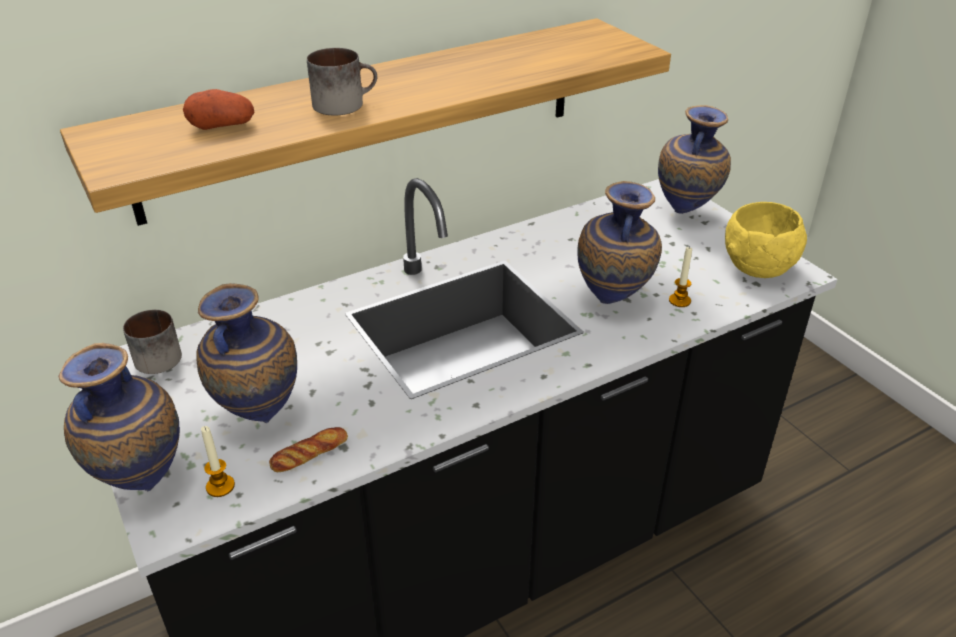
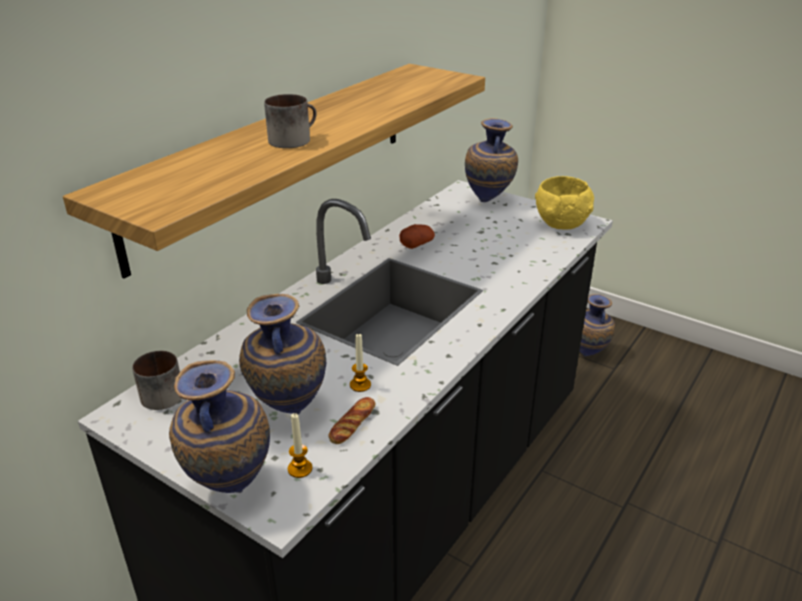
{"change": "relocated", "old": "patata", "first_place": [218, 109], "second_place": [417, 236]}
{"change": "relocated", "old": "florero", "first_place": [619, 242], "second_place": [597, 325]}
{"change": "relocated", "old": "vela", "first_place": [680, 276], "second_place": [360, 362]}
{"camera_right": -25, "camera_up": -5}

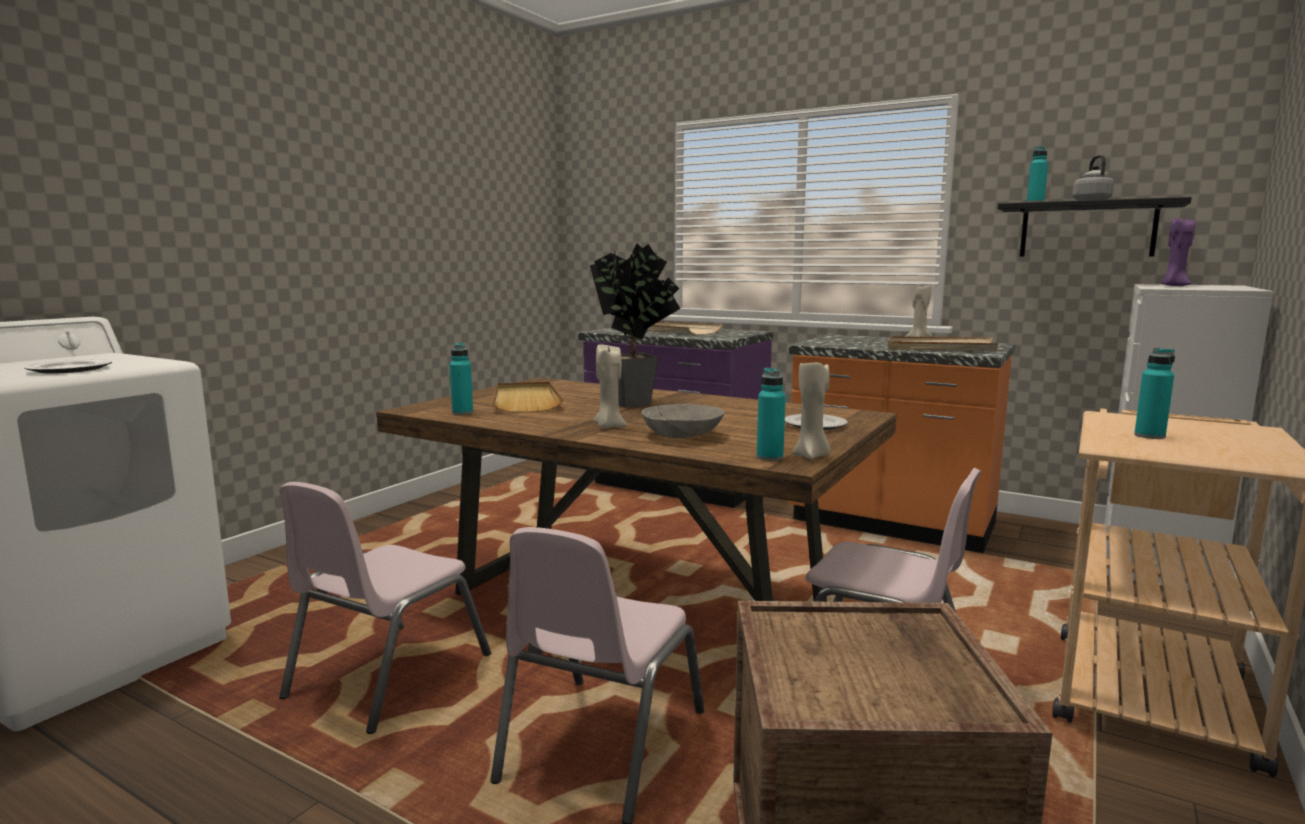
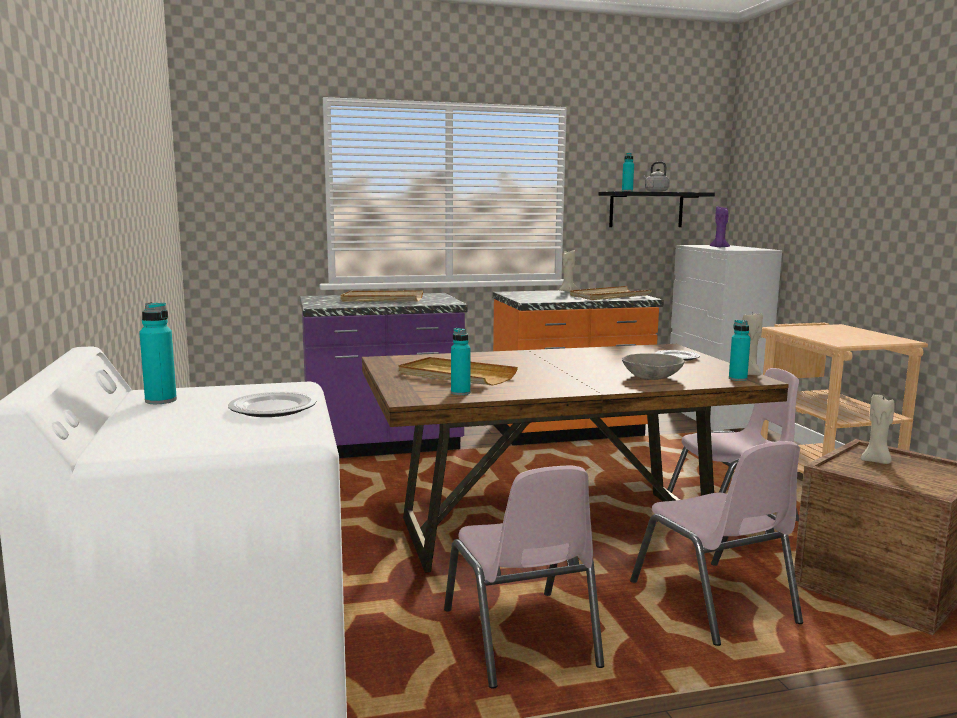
{"change": "missing", "old": "planta en maceta", "first_place": [635, 325]}
{"change": "relocated", "old": "vela [beis]", "first_place": [610, 386], "second_place": [877, 429]}
{"change": "relocated", "old": "botella [turquesa]", "first_place": [1154, 393], "second_place": [158, 353]}
{"camera_right": -45, "camera_up": 0}

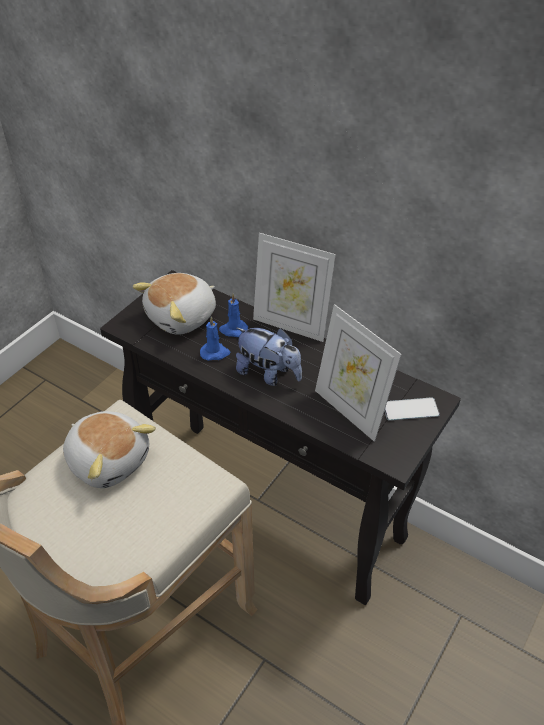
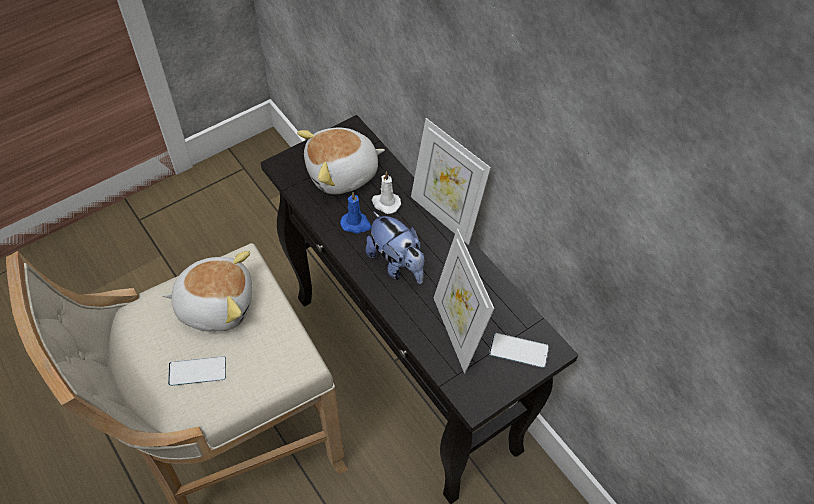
{"change": "colour", "old": "vela [azul]", "new": "vela [blanco]", "first_place": [233, 315], "second_place": [386, 192]}
{"change": "spun", "old": "peluche", "first_place": [109, 449], "second_place": [207, 291], "degrees": -60}
{"change": "appeared", "new": "móvil", "second_place": [197, 371]}
{"camera_right": 20, "camera_up": 10}

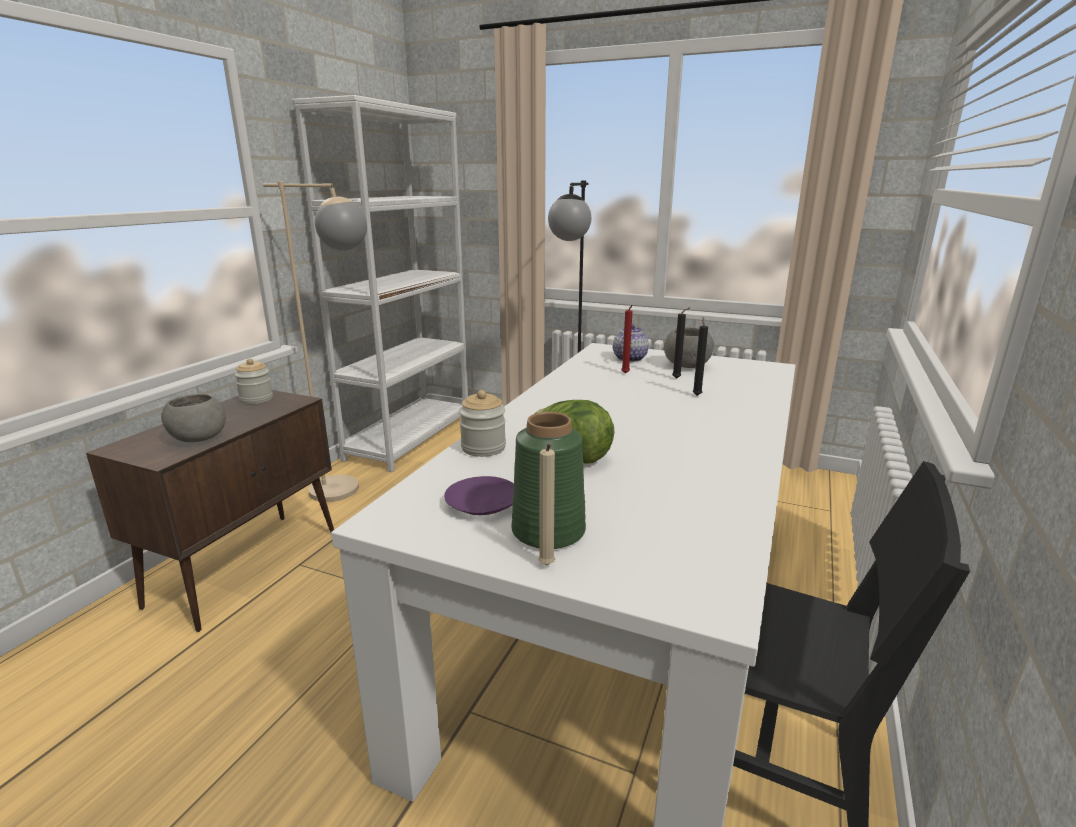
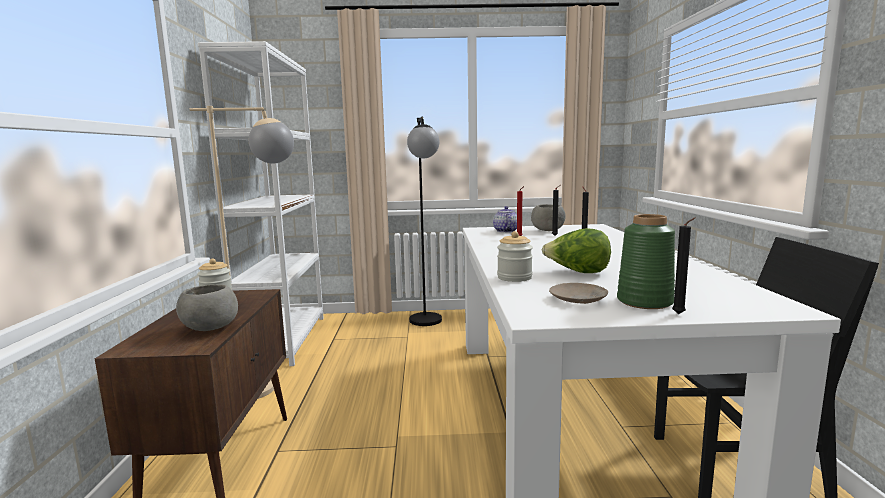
{"change": "colour", "old": "vela [beis]", "new": "vela [negro]", "first_place": [546, 504], "second_place": [684, 265]}
{"change": "colour", "old": "plato [morado]", "new": "plato [beis]", "first_place": [479, 495], "second_place": [578, 293]}
{"camera_right": -25, "camera_up": -10}

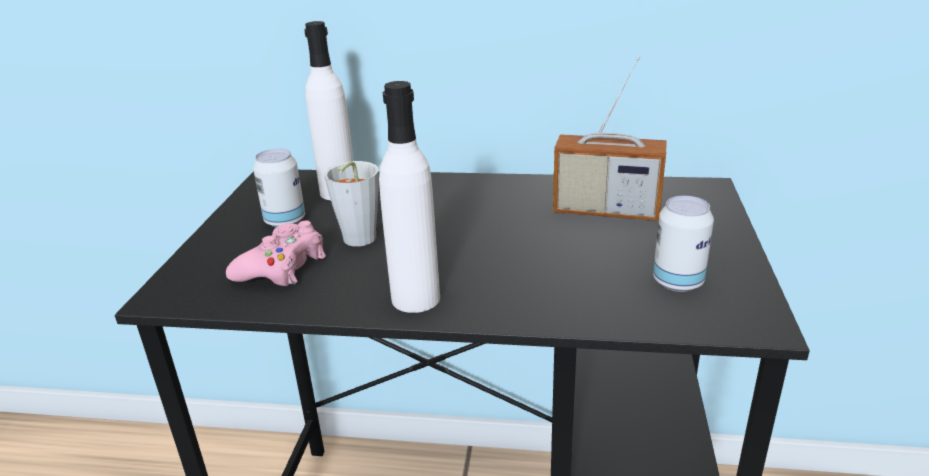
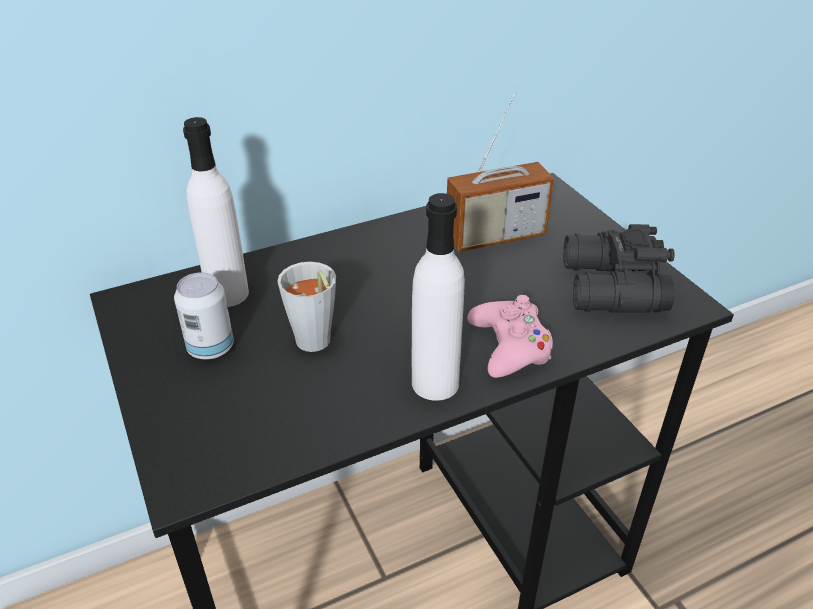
{"change": "exchanged", "old": "lata", "new": "prismáticos [negro]", "first_place": [683, 244], "second_place": [619, 268]}
{"change": "relocated", "old": "mando de consola [rosa]", "first_place": [276, 253], "second_place": [510, 336]}
{"camera_right": -35, "camera_up": 10}

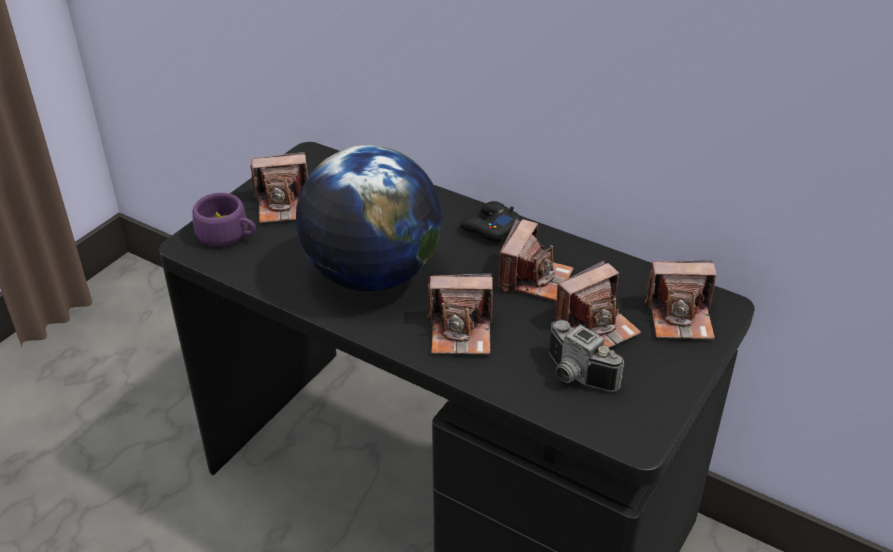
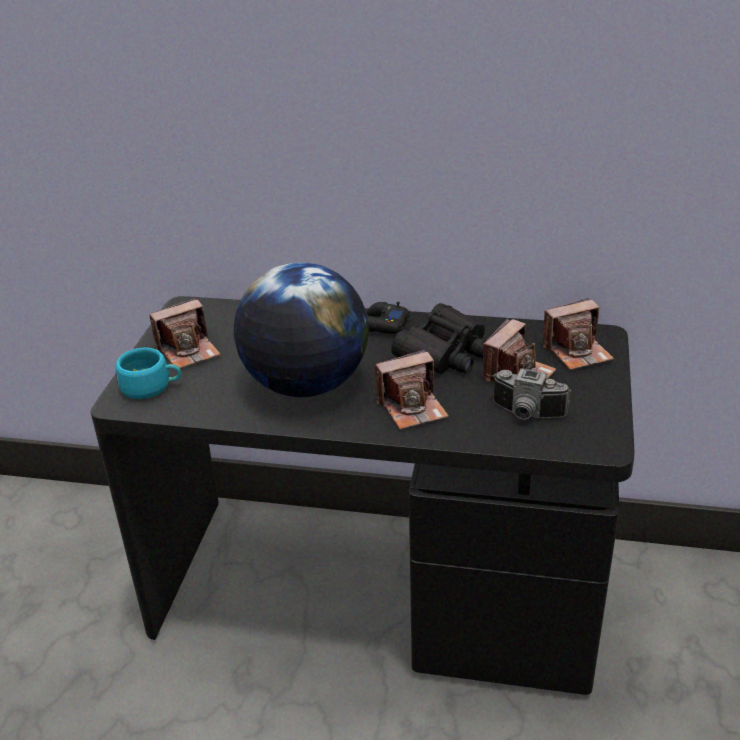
{"change": "colour", "old": "taza [morado]", "new": "taza [turquesa]", "first_place": [224, 220], "second_place": [148, 373]}
{"change": "exchanged", "old": "cámara", "new": "prismáticos [negro]", "first_place": [536, 260], "second_place": [438, 338]}
{"camera_right": -20, "camera_up": -5}

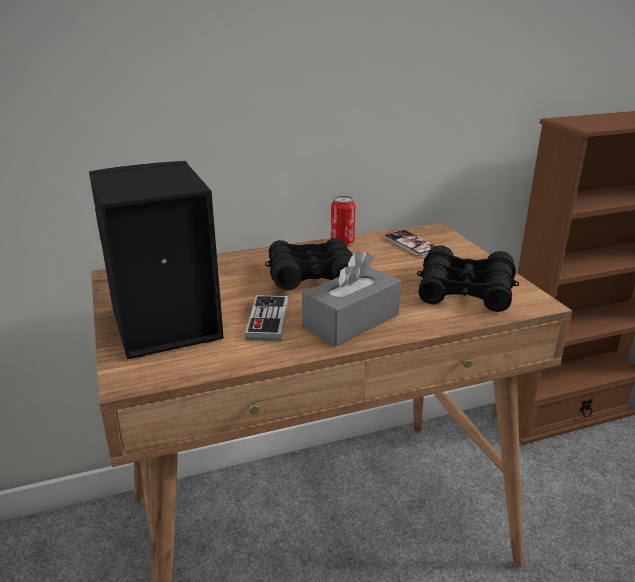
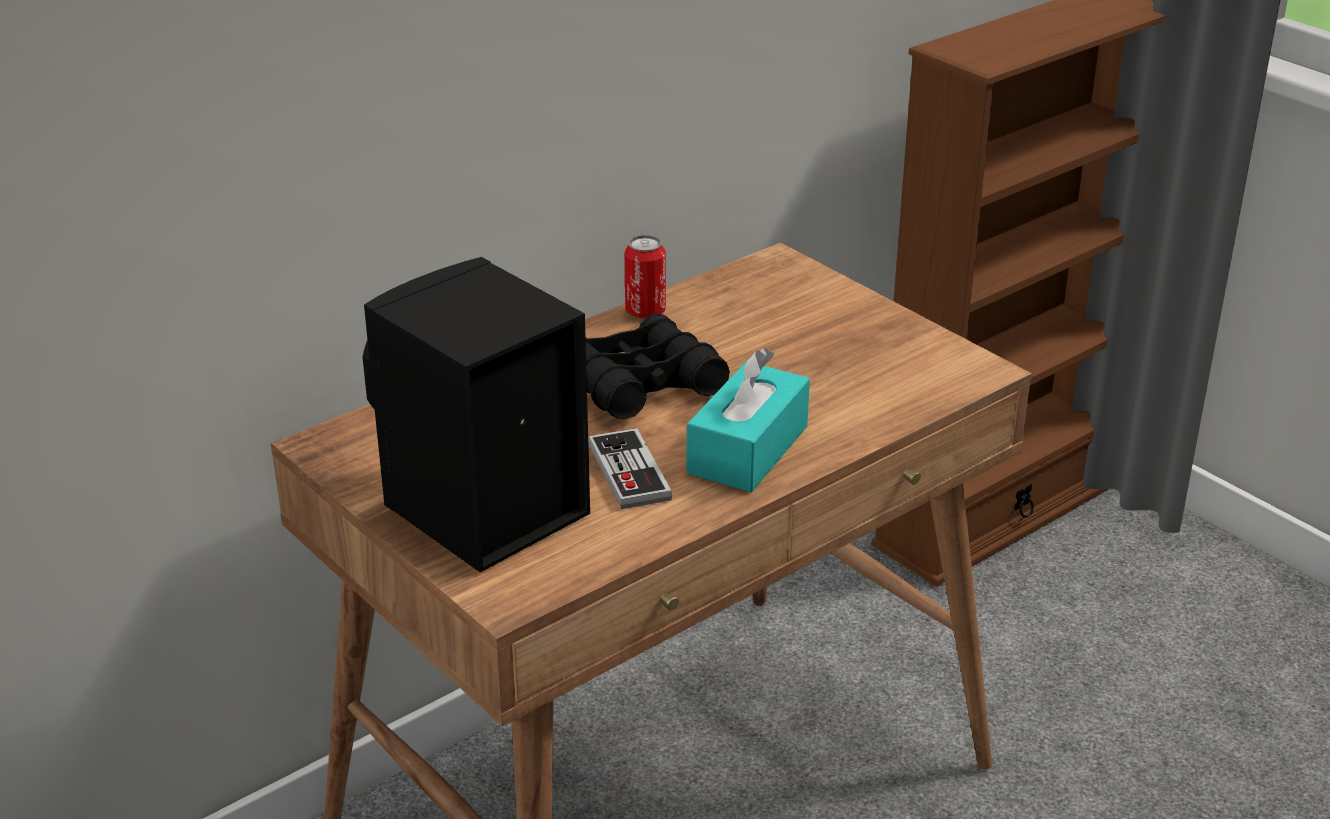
{"change": "missing", "old": "móvil", "first_place": [410, 242]}
{"change": "missing", "old": "prismáticos [negro]", "first_place": [467, 278]}
{"change": "colour", "old": "caja de pañuelos [gris]", "new": "caja de pañuelos [turquesa]", "first_place": [351, 298], "second_place": [748, 420]}
{"camera_right": -20, "camera_up": 5}

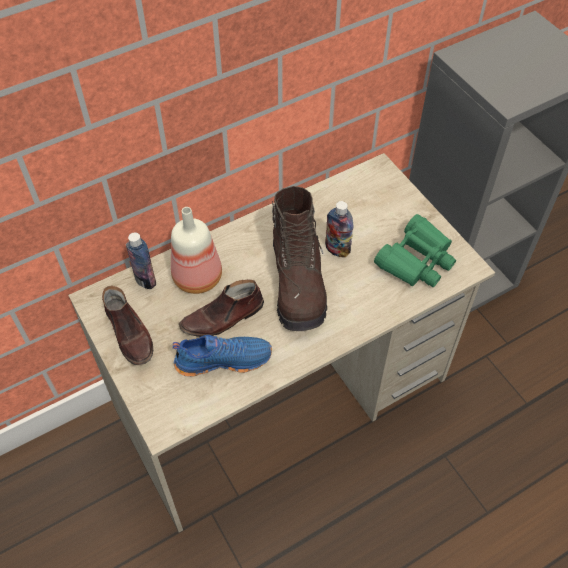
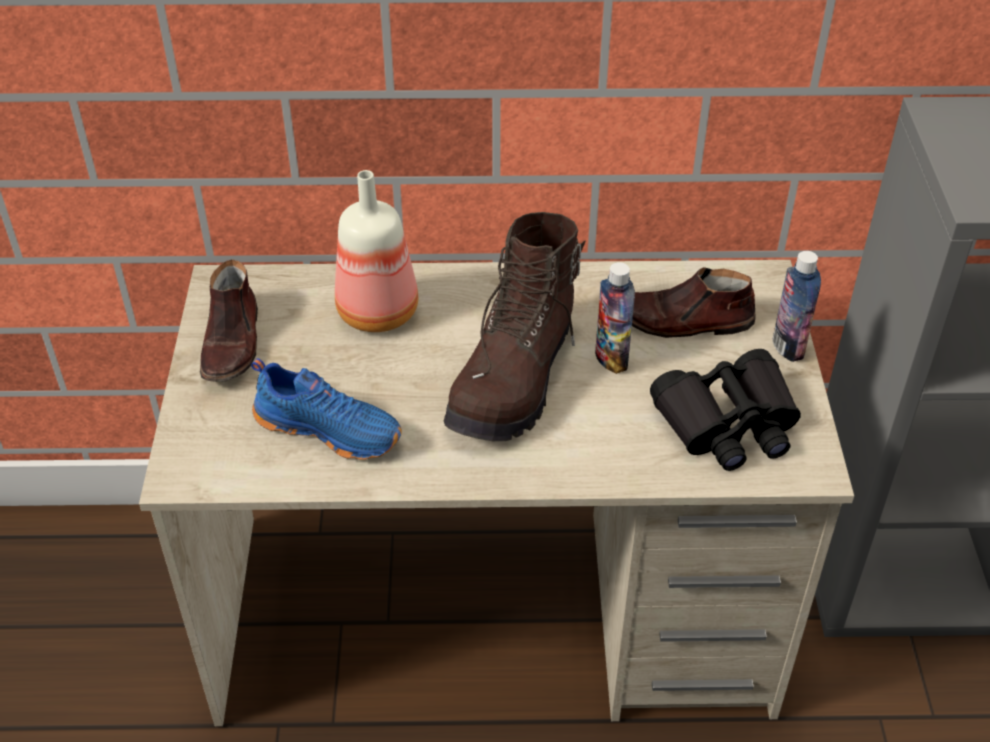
{"change": "colour", "old": "prismáticos [verde]", "new": "prismáticos [negro]", "first_place": [415, 250], "second_place": [725, 410]}
{"change": "relocated", "old": "botella", "first_place": [141, 260], "second_place": [797, 306]}
{"change": "relocated", "old": "zapato [marrón]", "first_place": [221, 308], "second_place": [694, 302]}
{"camera_right": 30, "camera_up": -10}

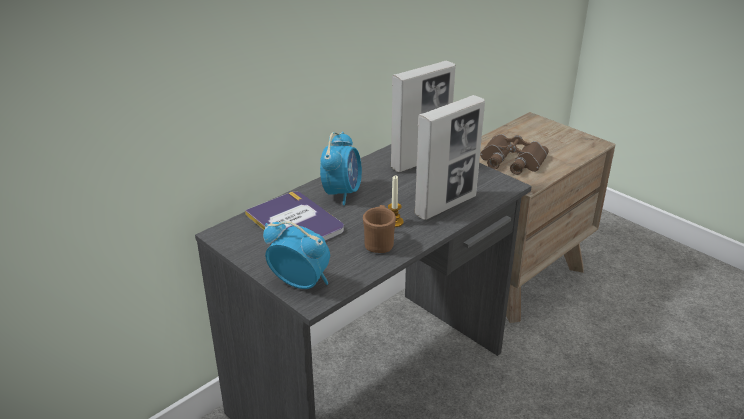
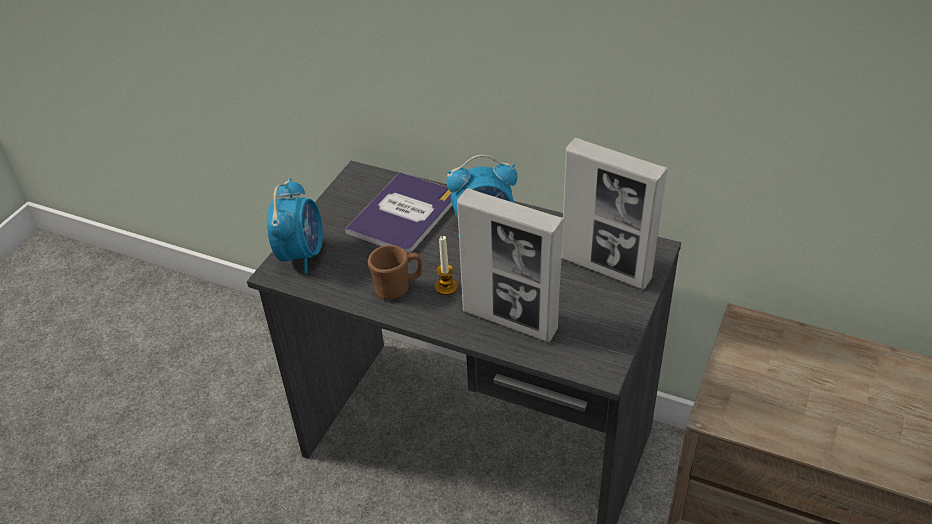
{"change": "missing", "old": "prismáticos [marrón]", "first_place": [514, 154]}
{"camera_right": 70, "camera_up": 10}

